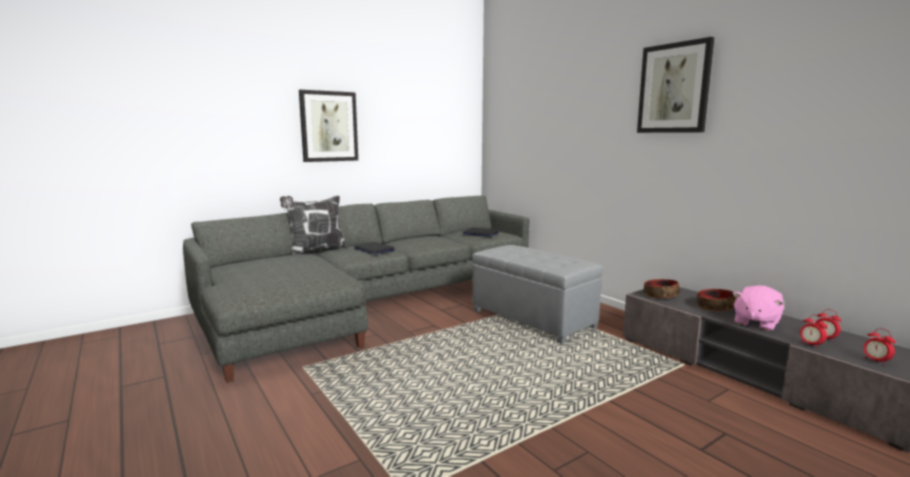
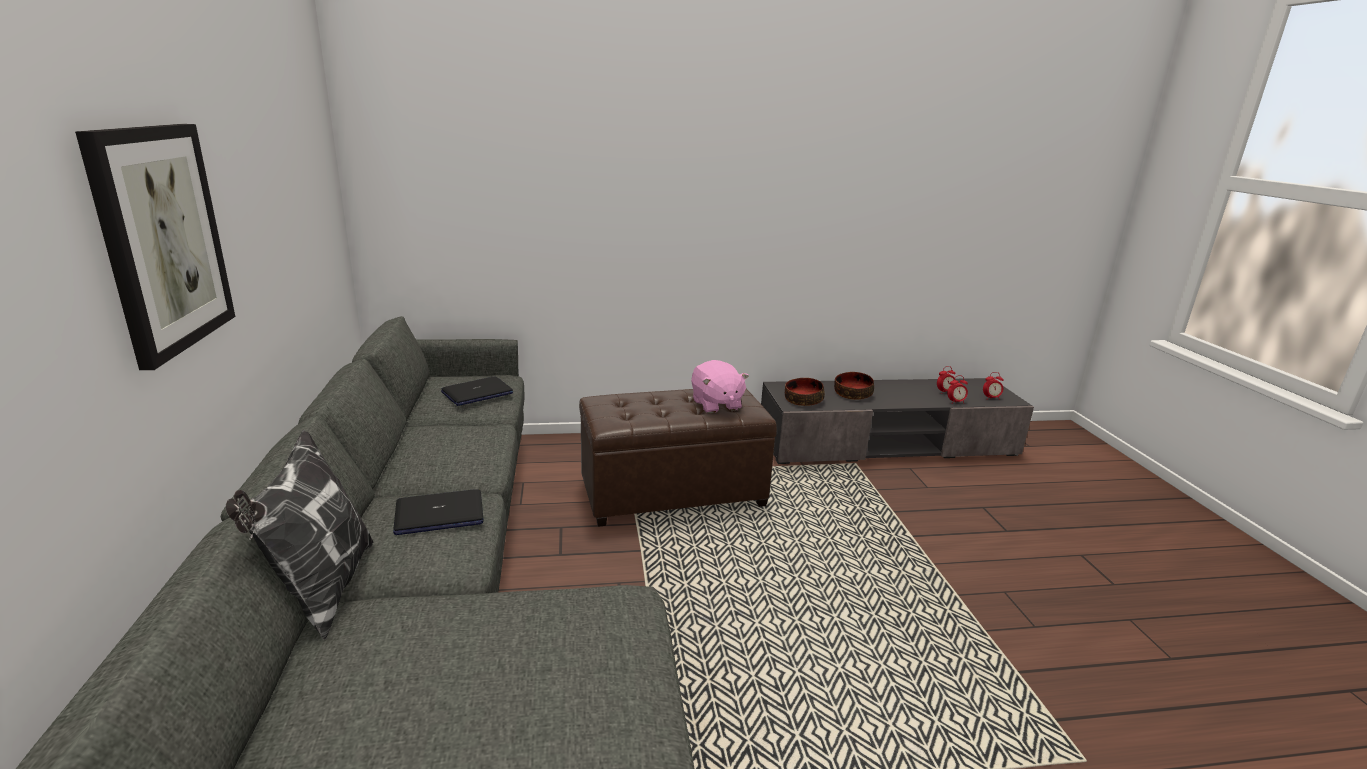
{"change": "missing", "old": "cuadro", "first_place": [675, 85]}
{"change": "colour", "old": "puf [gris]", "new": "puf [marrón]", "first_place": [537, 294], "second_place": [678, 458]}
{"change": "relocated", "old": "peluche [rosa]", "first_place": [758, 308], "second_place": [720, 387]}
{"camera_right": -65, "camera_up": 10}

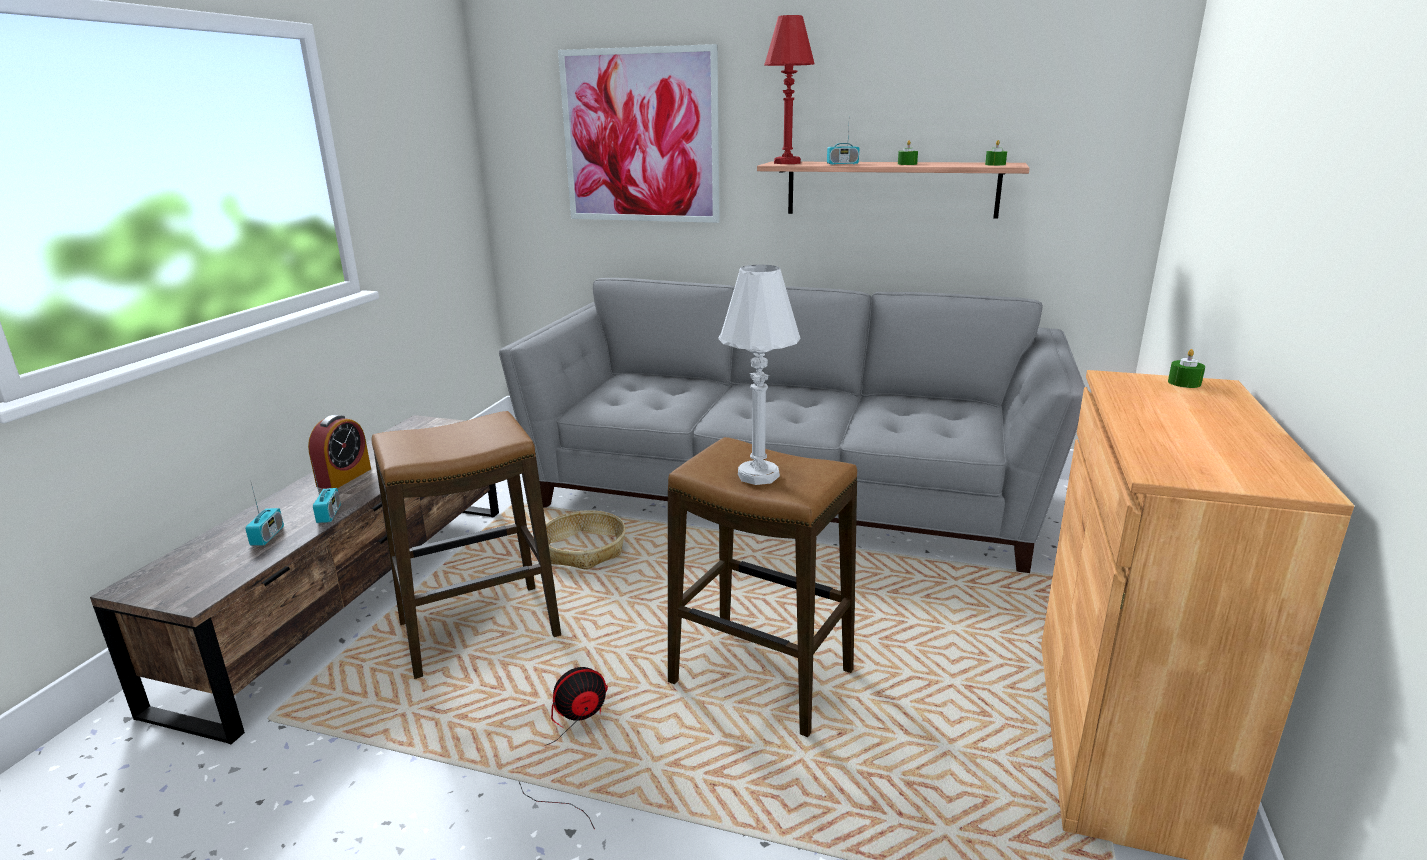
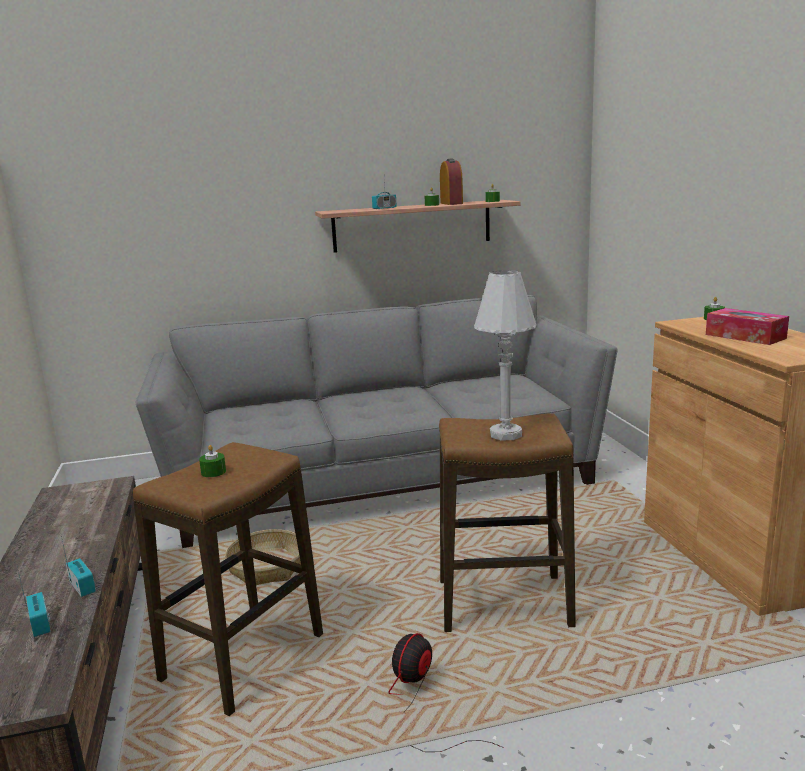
{"change": "missing", "old": "lámpara de mesa [rojo]", "first_place": [789, 89]}
{"change": "missing", "old": "cuadro", "first_place": [639, 133]}
{"change": "relocated", "old": "despertador", "first_place": [339, 452], "second_place": [451, 181]}
{"change": "appeared", "new": "caja de pañuelos", "second_place": [747, 326]}
{"change": "appeared", "new": "vela [verde]", "second_place": [212, 461]}
{"camera_right": -30, "camera_up": -5}

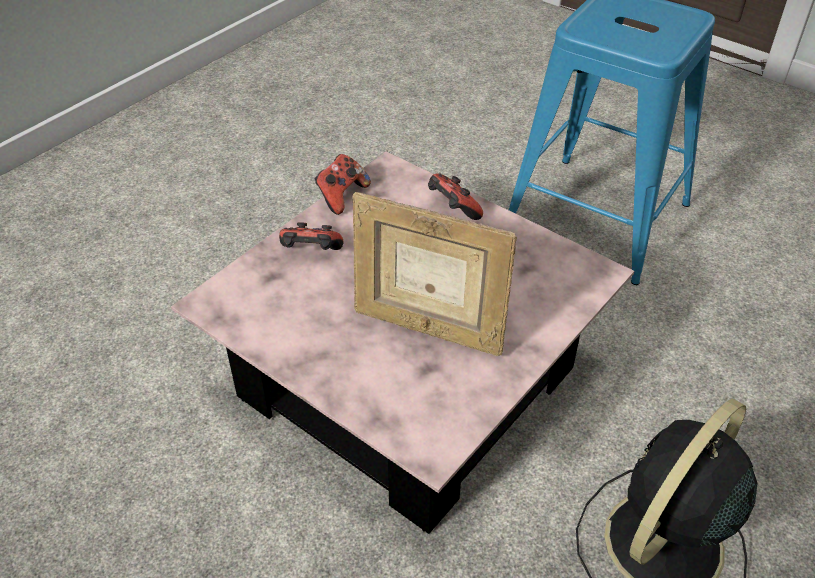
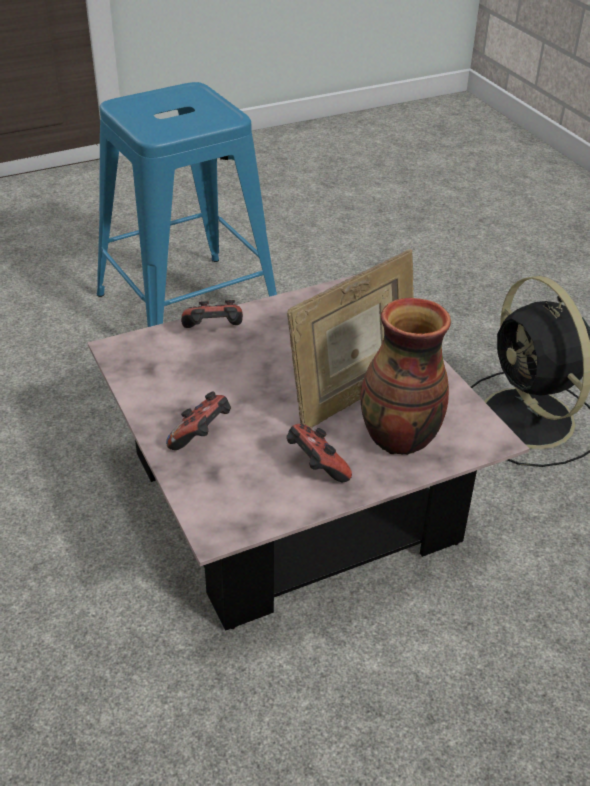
{"change": "relocated", "old": "mando de consola", "first_place": [343, 184], "second_place": [319, 453]}
{"change": "appeared", "new": "florero", "second_place": [406, 376]}
{"camera_right": -65, "camera_up": -5}

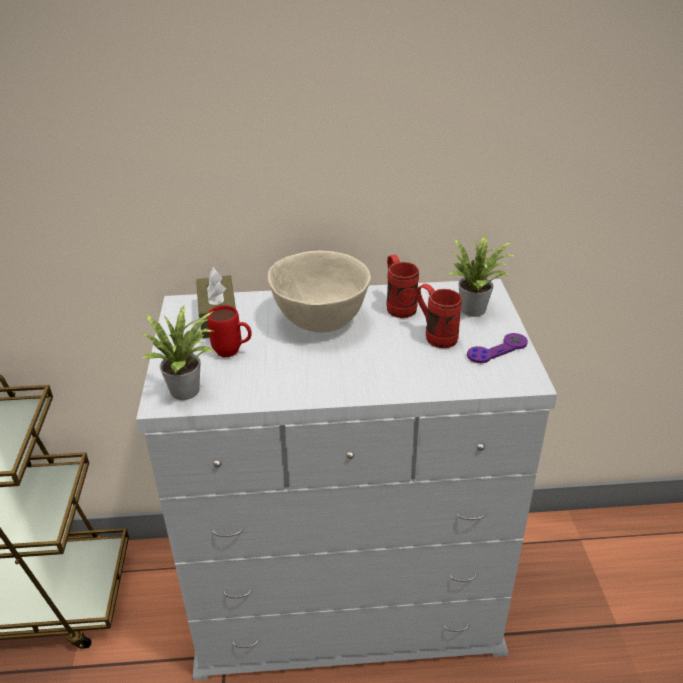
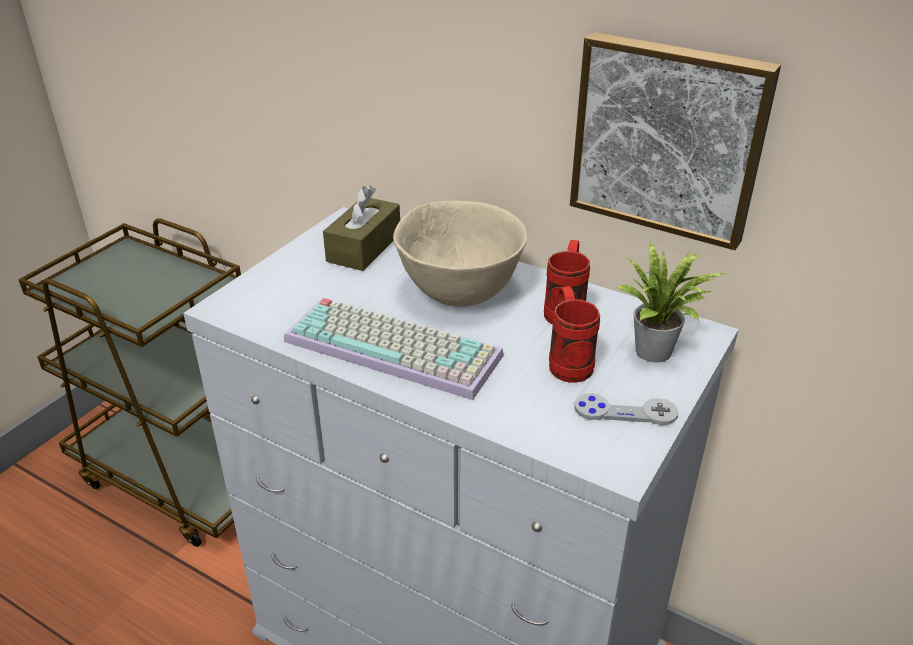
{"change": "missing", "old": "taza grande [rojo]", "first_place": [229, 331]}
{"change": "missing", "old": "planta en maceta", "first_place": [177, 353]}
{"change": "colour", "old": "mando de consola [morado]", "new": "mando de consola [gris]", "first_place": [497, 348], "second_place": [626, 409]}
{"change": "appeared", "new": "cuadro", "second_place": [675, 141]}
{"change": "appeared", "new": "teclado", "second_place": [394, 349]}
{"camera_right": 35, "camera_up": 0}

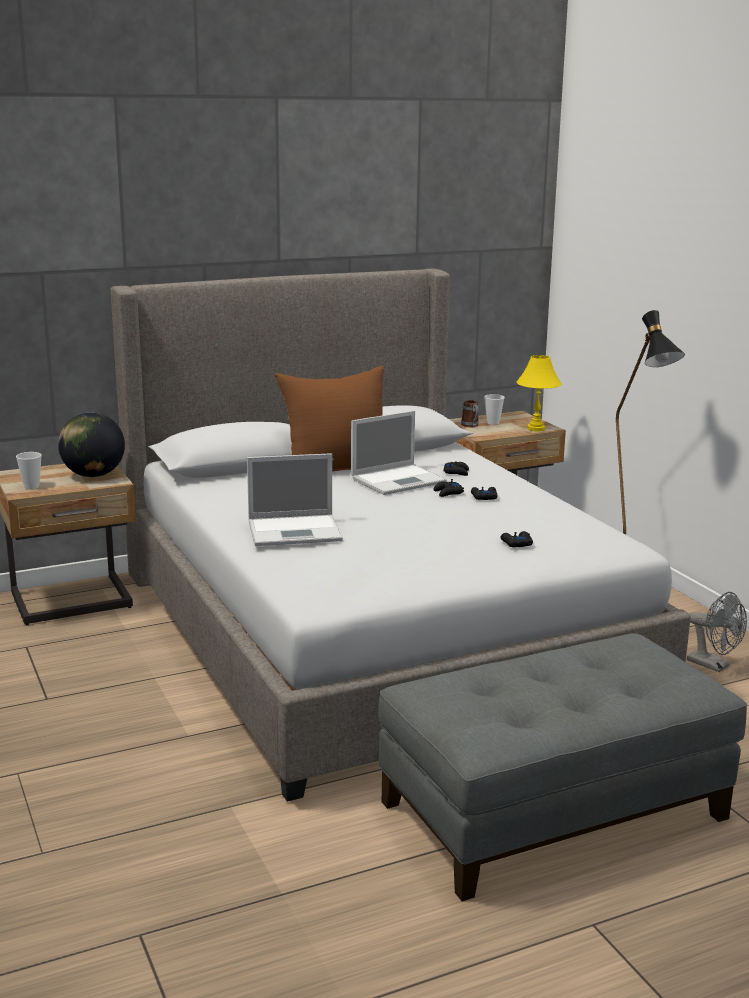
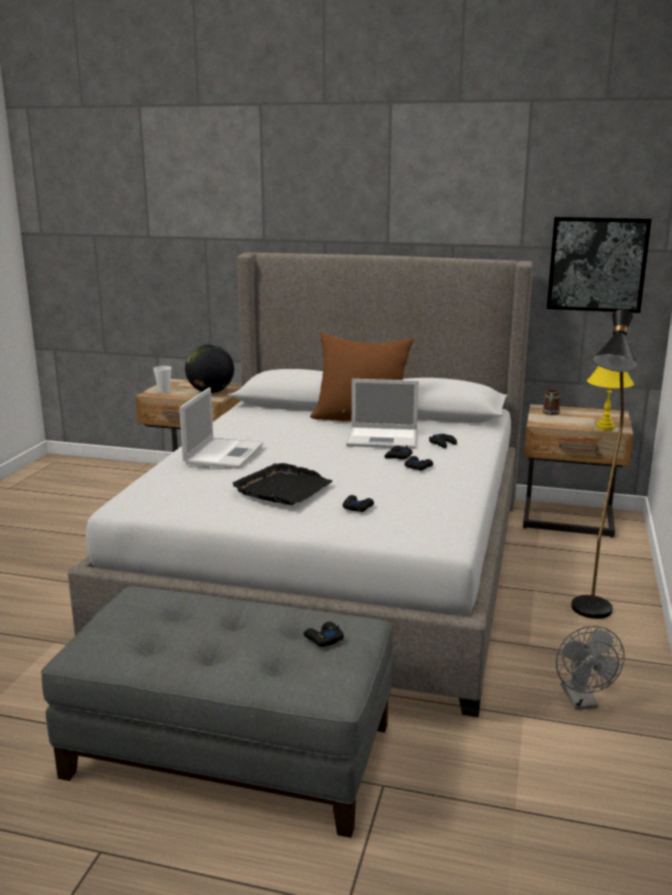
{"change": "missing", "old": "taza", "first_place": [494, 409]}
{"change": "spun", "old": "portátil", "first_place": [295, 499], "second_place": [221, 428], "degrees": -105}
{"change": "appeared", "new": "cuadro", "second_place": [599, 265]}
{"change": "appeared", "new": "bandeja [negro]", "second_place": [283, 484]}
{"change": "appeared", "new": "mando de consola [negro]", "second_place": [324, 634]}
{"camera_right": 40, "camera_up": 0}

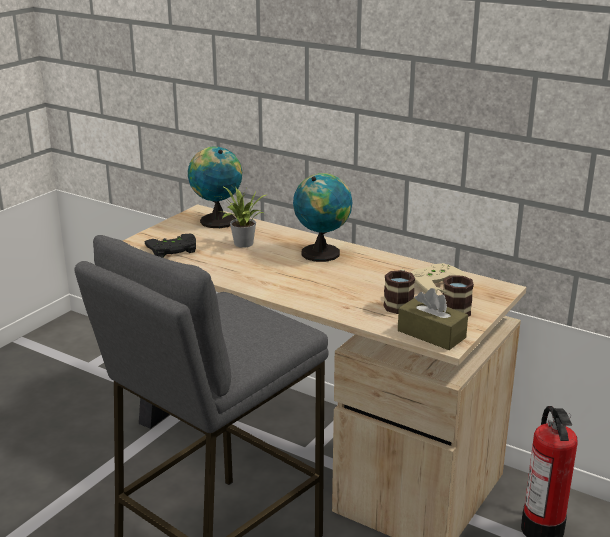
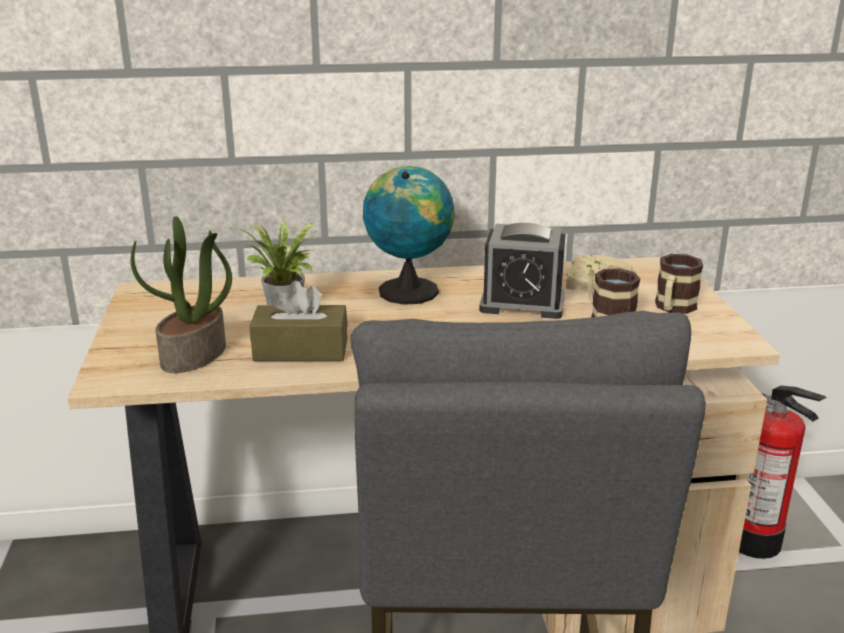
{"change": "missing", "old": "globo terráqueo", "first_place": [215, 187]}
{"change": "exchanged", "old": "mando de consola [negro]", "new": "planta en maceta", "first_place": [170, 246], "second_place": [181, 294]}
{"change": "relocated", "old": "caja de pañuelos [marrón]", "first_place": [433, 319], "second_place": [299, 321]}
{"change": "appeared", "new": "despertador", "second_place": [522, 271]}
{"camera_right": -40, "camera_up": 0}

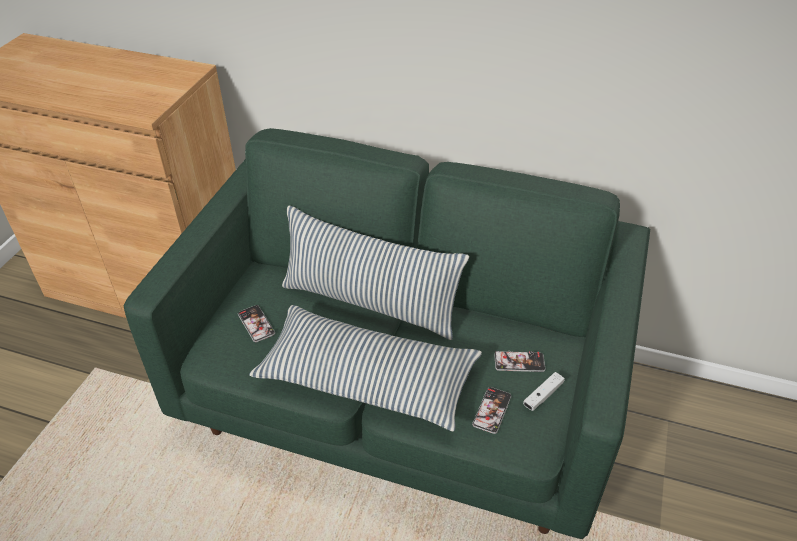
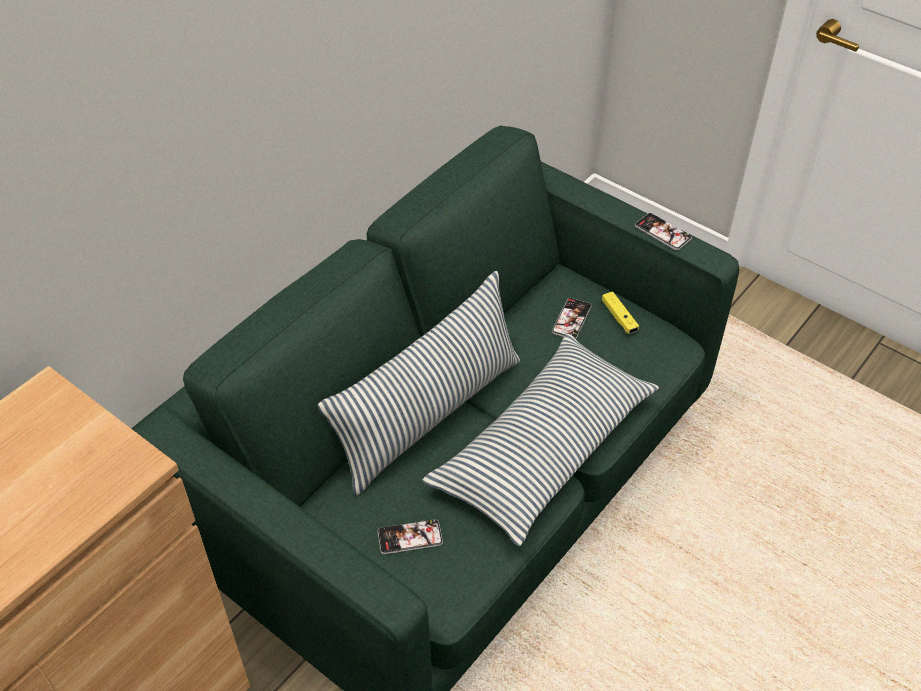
{"change": "colour", "old": "mando de consola [blanco]", "new": "mando de consola [amarillo]", "first_place": [544, 391], "second_place": [620, 313]}
{"change": "relocated", "old": "móvil", "first_place": [491, 410], "second_place": [663, 231]}
{"camera_right": -70, "camera_up": 5}

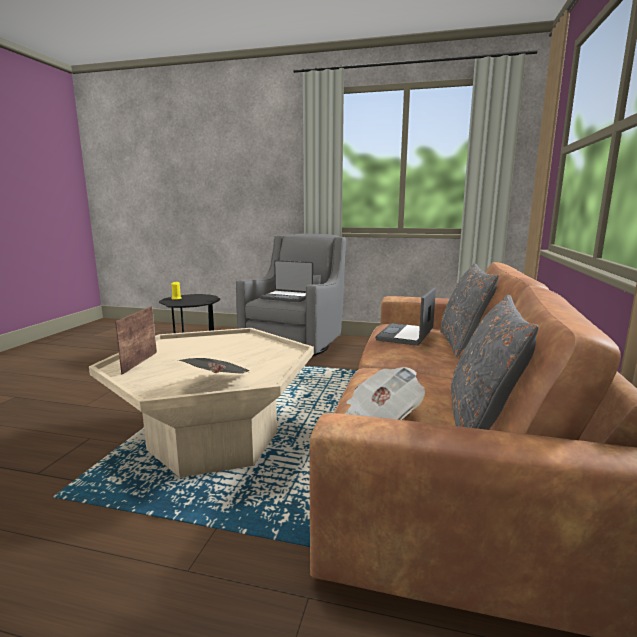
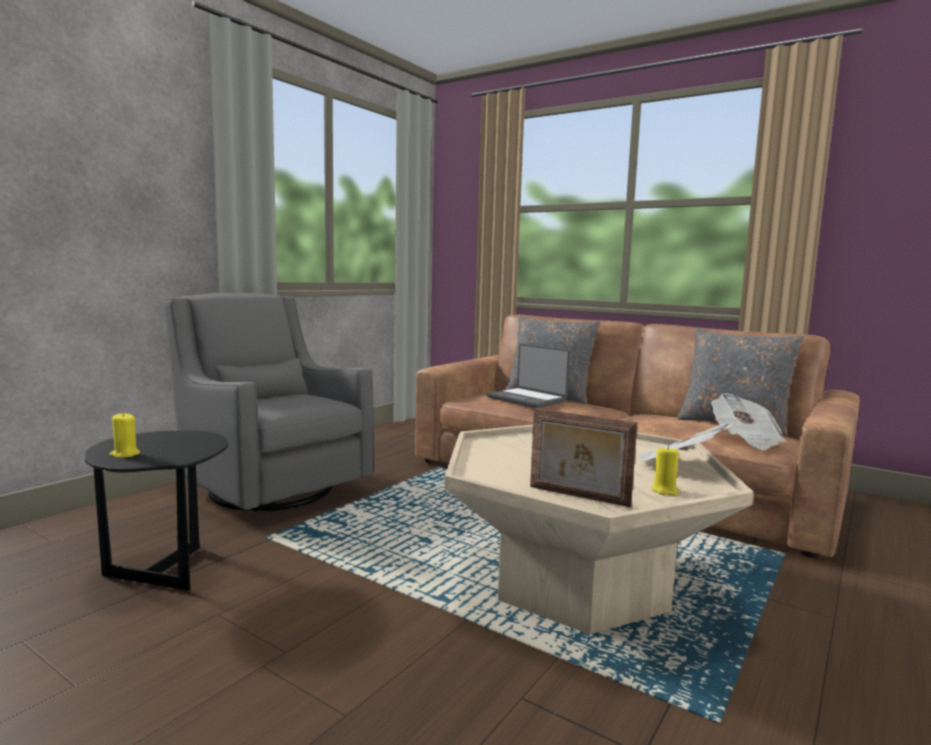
{"change": "missing", "old": "portátil", "first_place": [286, 281]}
{"change": "appeared", "new": "vela [amarillo]", "second_place": [665, 471]}
{"camera_right": -70, "camera_up": -5}

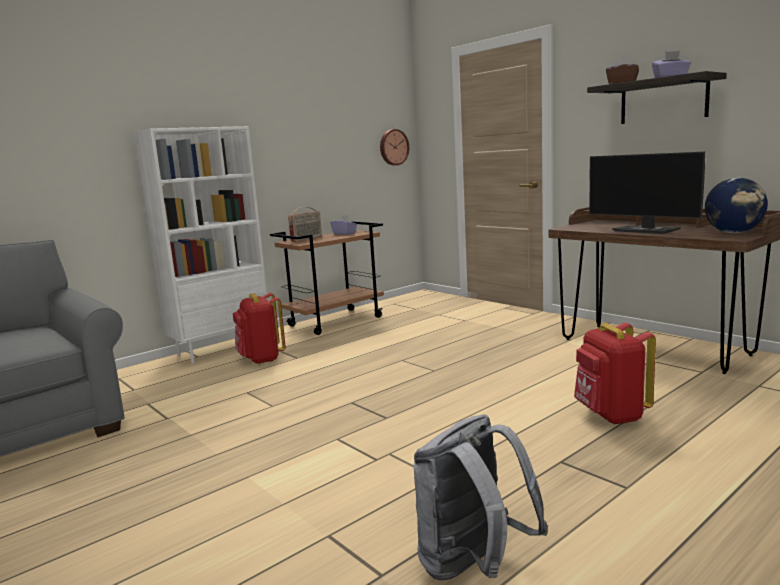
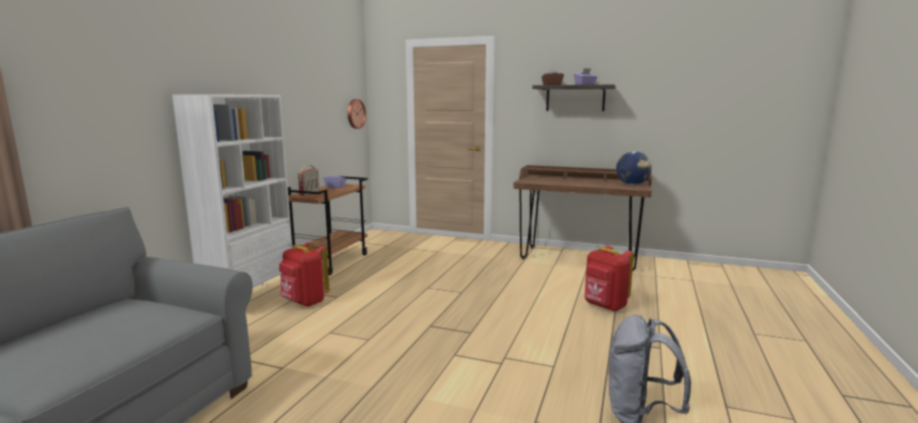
{"change": "missing", "old": "monitor", "first_place": [647, 193]}
{"camera_right": -30, "camera_up": 0}

